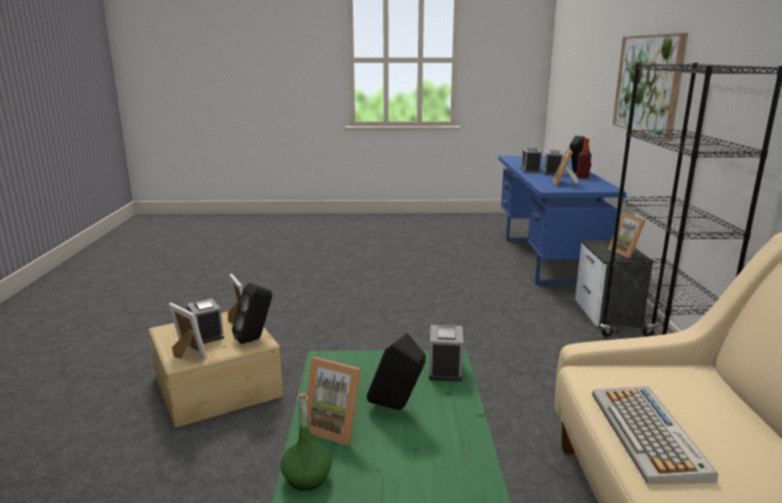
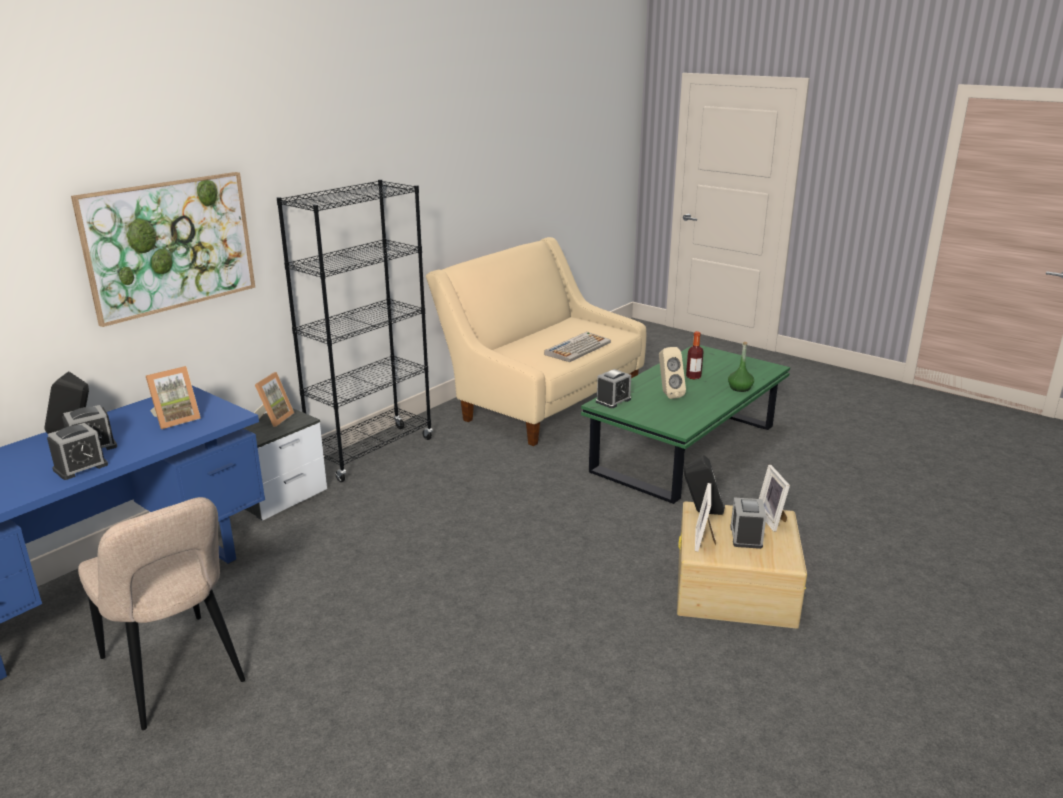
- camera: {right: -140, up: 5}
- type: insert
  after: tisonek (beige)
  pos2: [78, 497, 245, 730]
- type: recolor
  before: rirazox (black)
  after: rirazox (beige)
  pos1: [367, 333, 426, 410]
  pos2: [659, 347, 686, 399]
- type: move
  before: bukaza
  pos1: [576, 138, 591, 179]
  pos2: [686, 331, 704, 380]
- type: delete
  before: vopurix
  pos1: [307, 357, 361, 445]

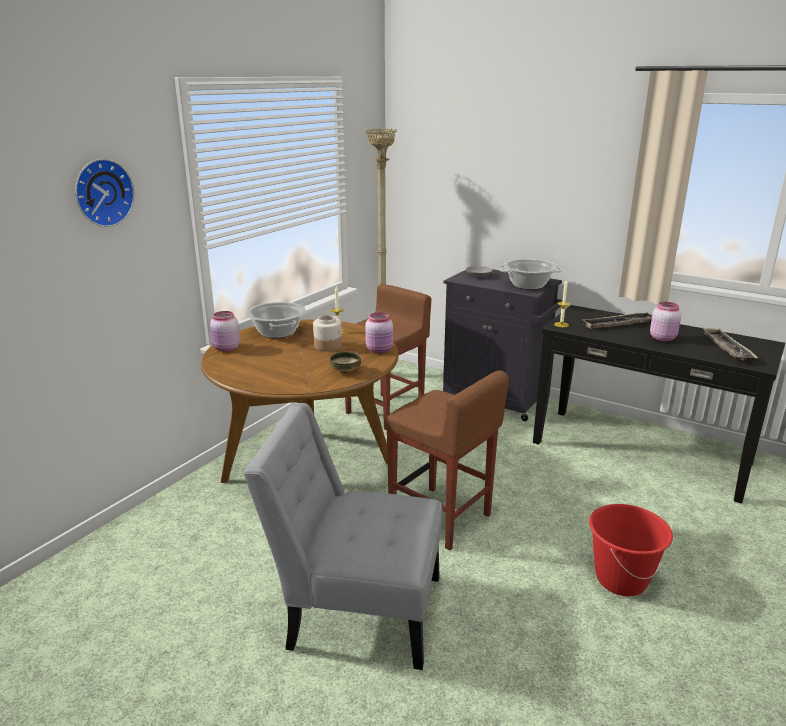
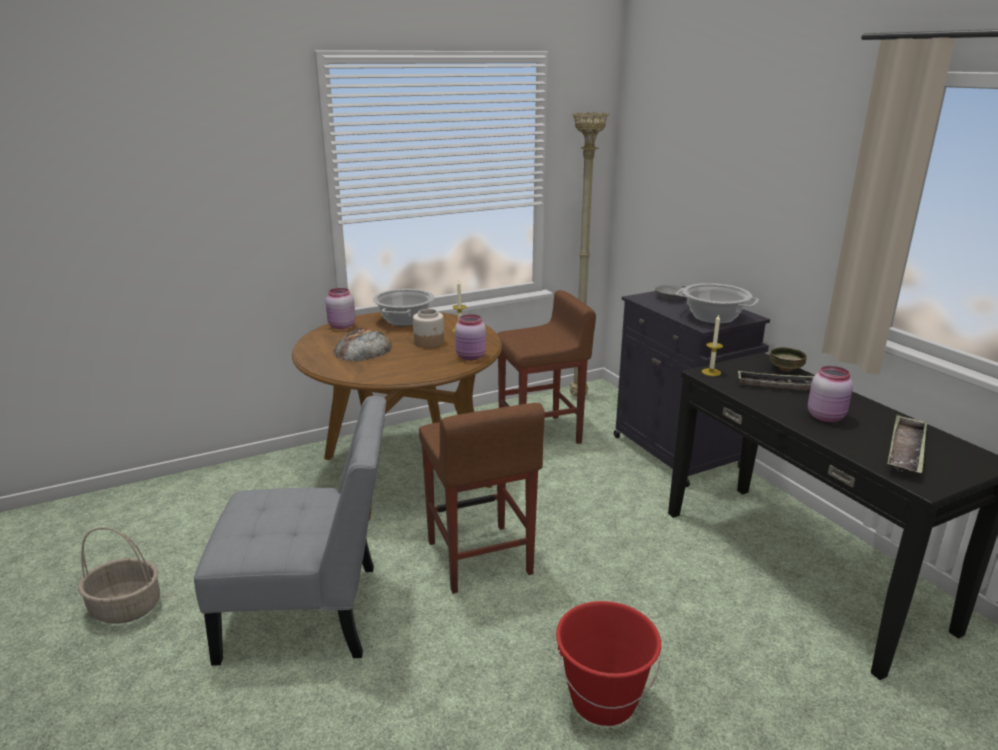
- camera: {right: 30, up: 0}
- type: insert
  after: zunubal
  pos2: [78, 527, 160, 624]
- type: rotate
  before: tisonek (grey)
  pos1: [243, 403, 442, 670]
  pos2: [194, 396, 386, 666]
  turn: 135
- type: insert
  after: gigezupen
  pos2: [334, 328, 392, 361]
- type: move
  before: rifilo
  pos1: [330, 351, 361, 373]
  pos2: [769, 347, 807, 371]
- type: delete
  before: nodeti
  pos1: [75, 159, 135, 227]

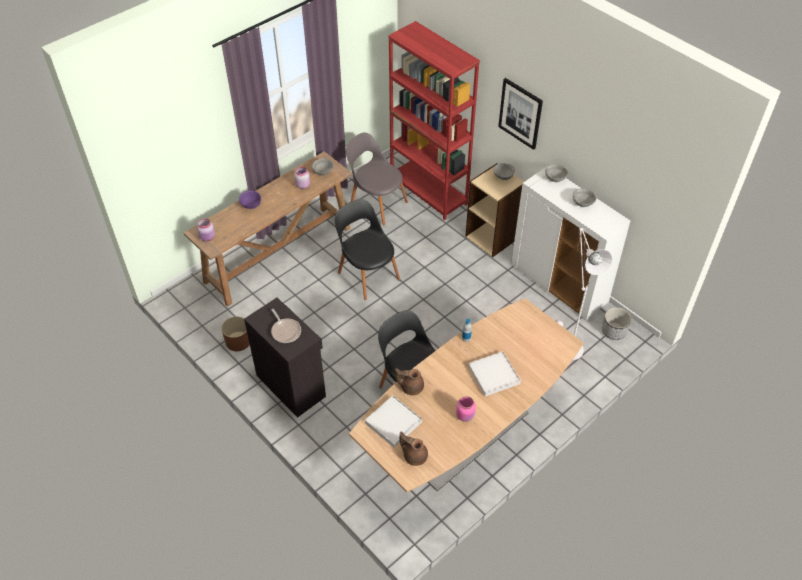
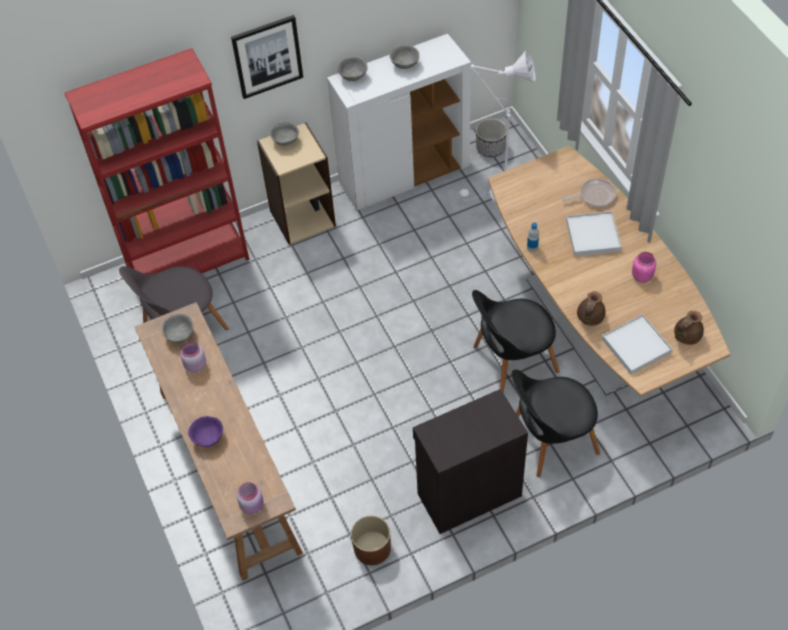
- camera: {right: -70, up: 5}
- type: move
  before: tisonek (black)
  pos1: [335, 199, 401, 300]
  pos2: [512, 369, 600, 477]
- type: move
  before: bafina
  pos1: [271, 309, 301, 343]
  pos2: [562, 179, 616, 207]

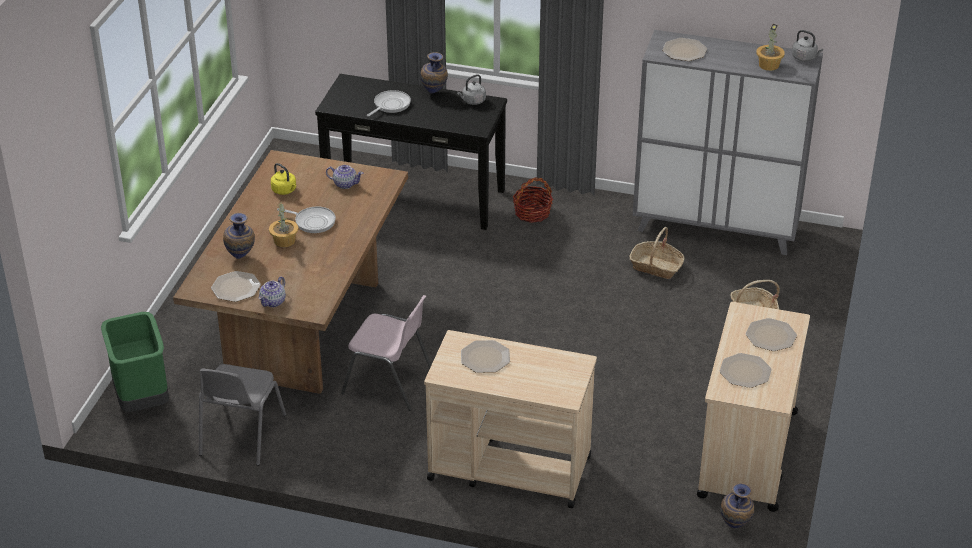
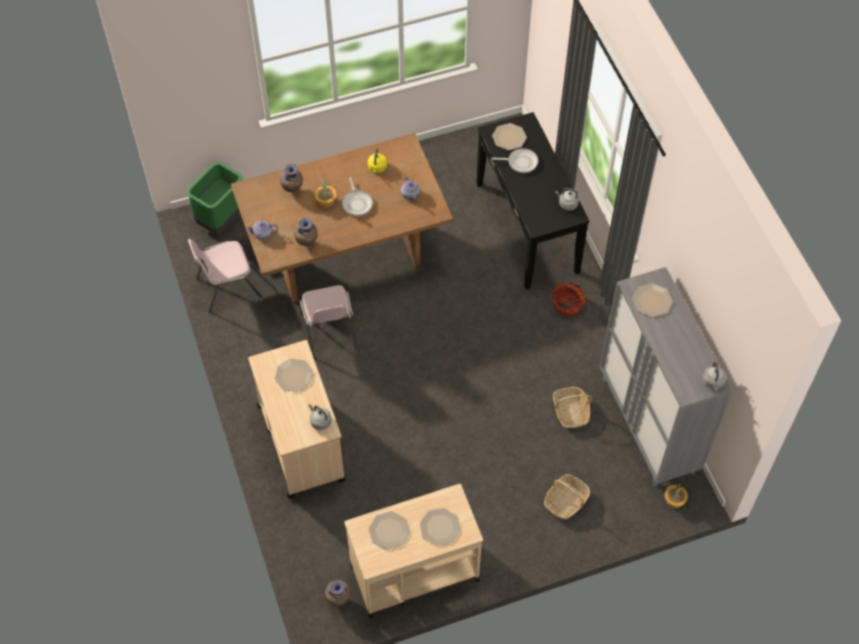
- camera: {right: 55, up: 20}
- type: recolor
  before: tisonek (grey)
  after: tisonek (pink)
  pos1: [199, 364, 286, 466]
  pos2: [188, 239, 262, 313]
- type: move
  before: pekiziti
  pos1: [420, 52, 448, 94]
  pos2: [294, 218, 318, 246]
- type: insert
  after: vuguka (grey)
  pos2: [309, 404, 332, 430]
- type: move
  before: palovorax
  pos1: [211, 271, 261, 302]
  pos2: [492, 123, 527, 150]
- type: move
  before: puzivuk
  pos1: [756, 24, 785, 71]
  pos2: [664, 483, 688, 508]

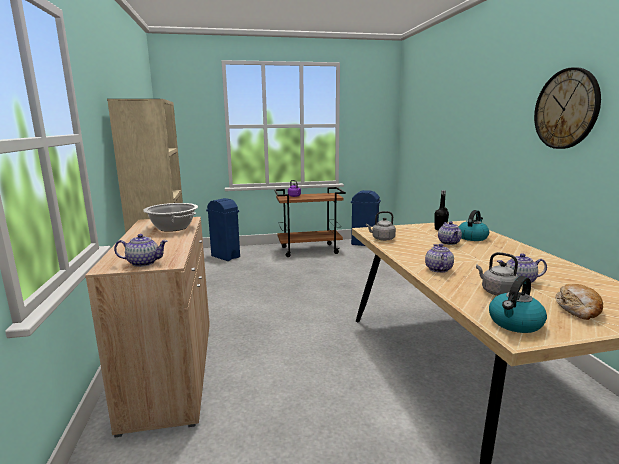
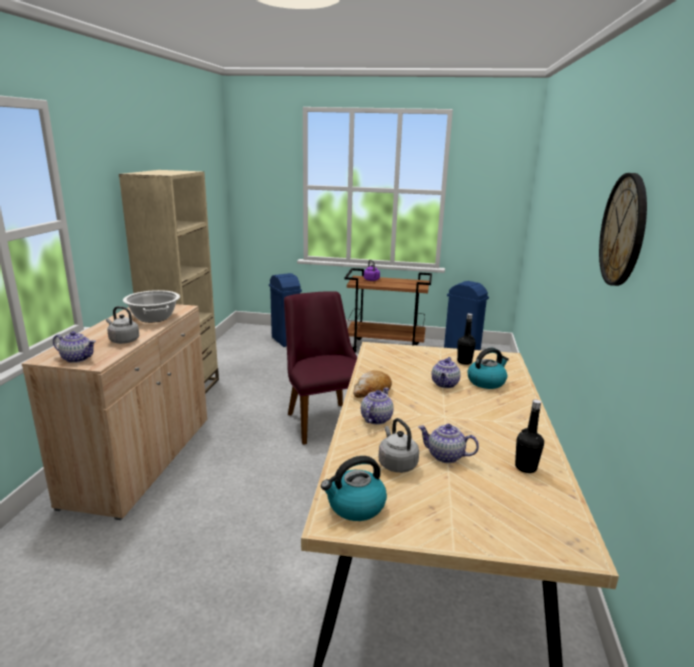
- camera: {right: 20, up: 5}
- type: move
  before: vuguka (grey)
  pos1: [366, 211, 396, 241]
  pos2: [106, 306, 139, 344]
- type: insert
  after: tisonek (purple)
  pos2: [284, 291, 358, 445]
- type: move
  before: gigezupen
  pos1: [555, 284, 603, 320]
  pos2: [353, 370, 392, 398]
- type: insert
  after: bukaza (black)
  pos2: [515, 399, 544, 473]

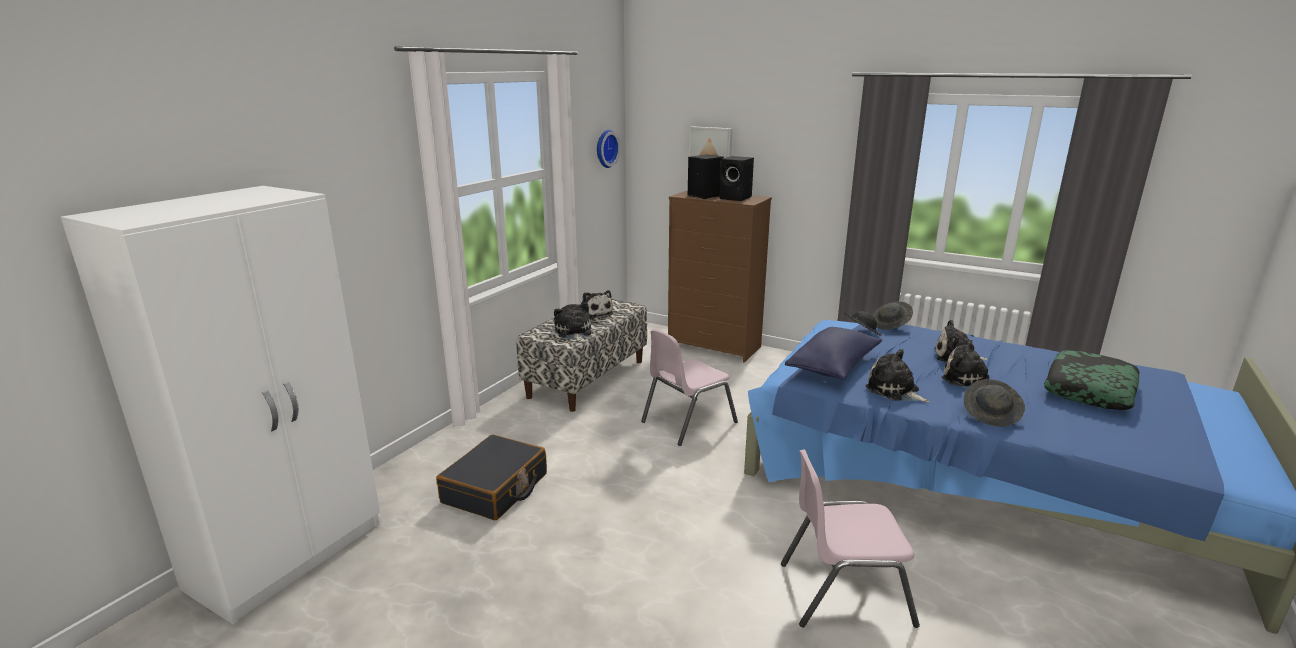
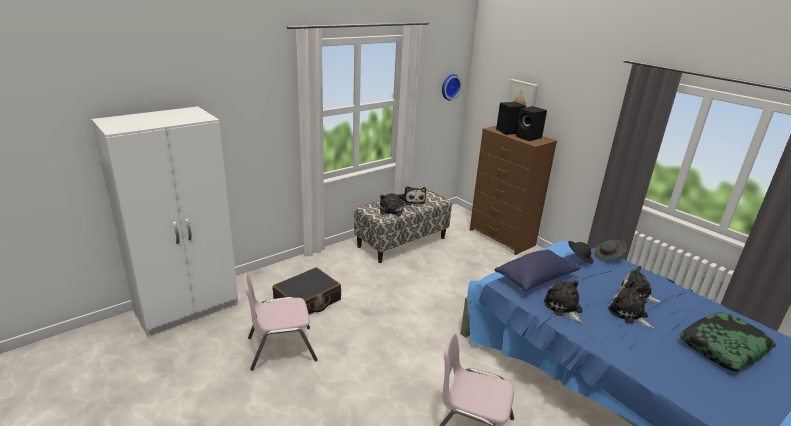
- camera: {right: 20, up: 5}
- type: move
  before: tisonek (pink)
  pos1: [641, 329, 738, 446]
  pos2: [244, 273, 318, 371]
- type: delete
  before: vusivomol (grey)
  pos1: [964, 379, 1025, 427]

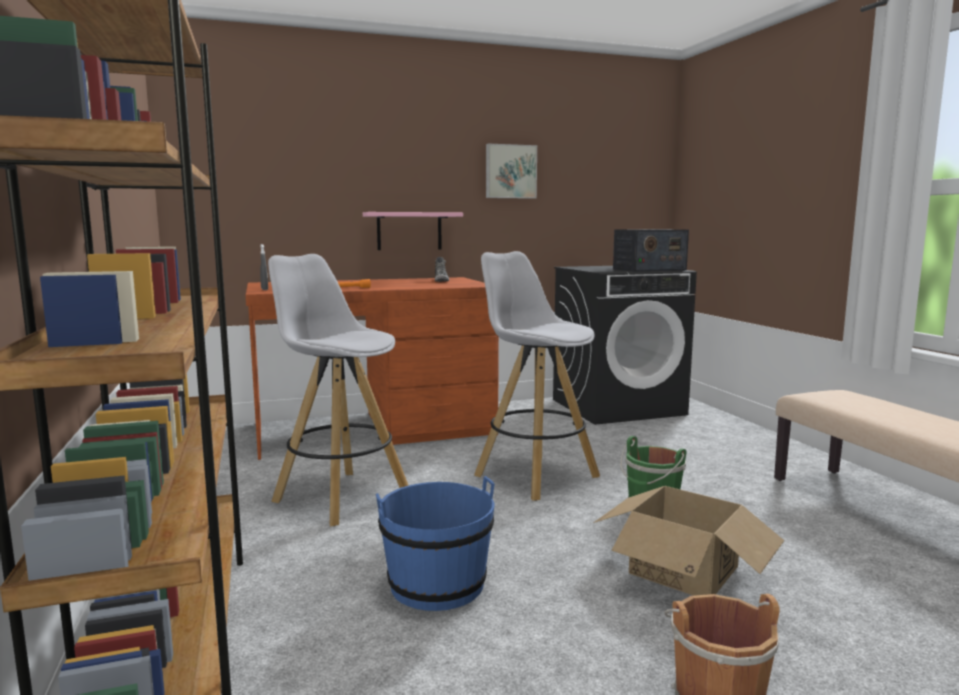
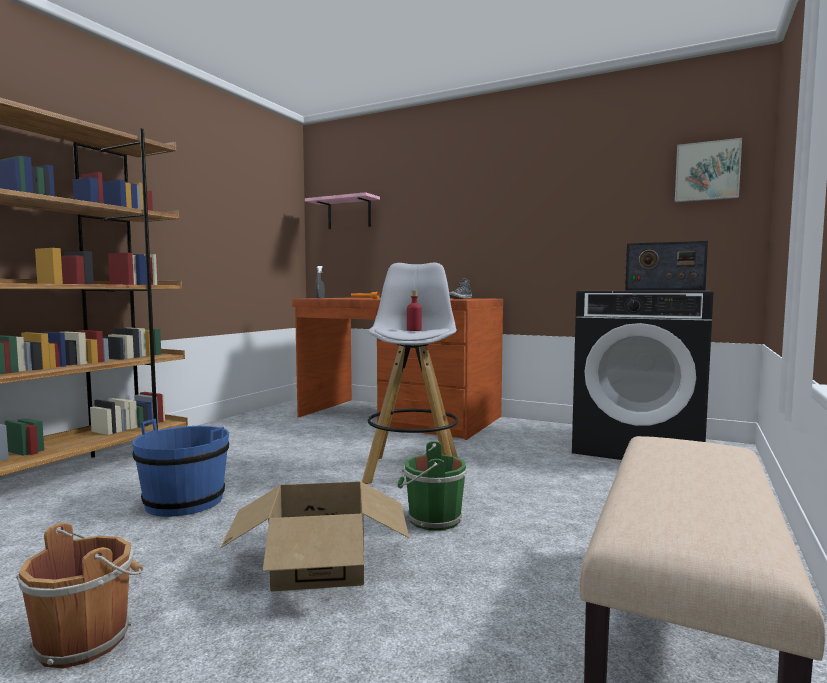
- camera: {right: 45, up: -5}
- type: move
  before: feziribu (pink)
  pos1: [363, 212, 463, 250]
  pos2: [305, 192, 380, 229]
- type: insert
  after: bukaza (red)
  pos2: [407, 291, 422, 331]
- type: move
  before: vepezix
  pos1: [486, 143, 537, 199]
  pos2: [675, 138, 742, 202]
- type: delete
  before: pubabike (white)
  pos1: [268, 254, 409, 526]

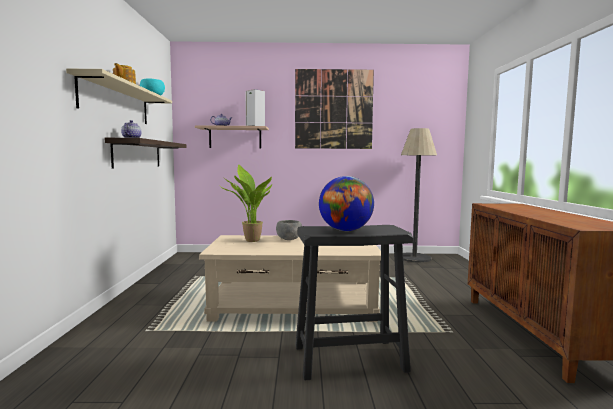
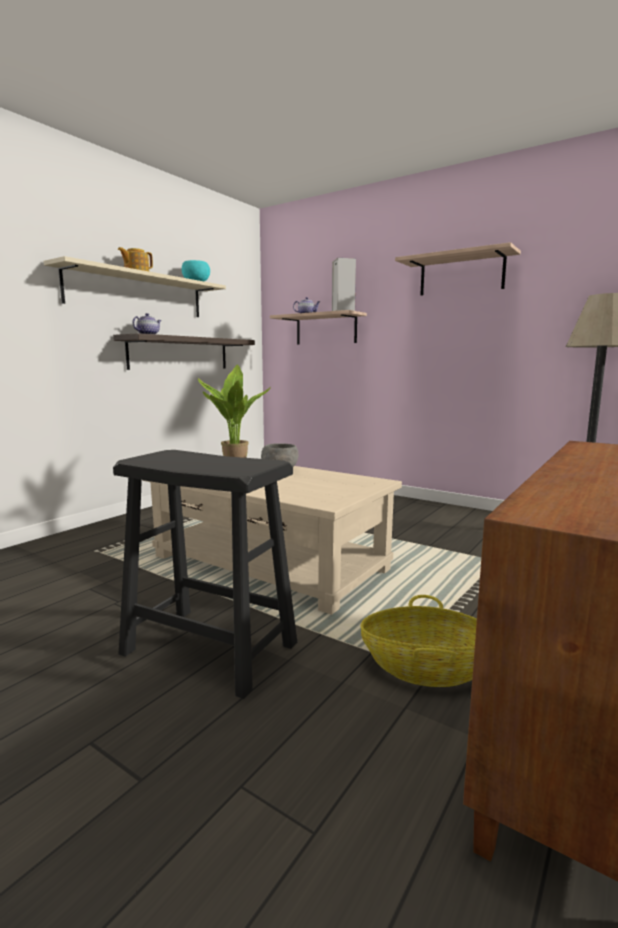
- camera: {right: 35, up: 5}
- type: insert
  after: zunubal
  pos2: [360, 595, 477, 687]
- type: replace
  before: vepezix
  after: feziribu
  pos1: [295, 69, 374, 149]
  pos2: [395, 242, 521, 295]
- type: delete
  before: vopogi
  pos1: [319, 176, 374, 231]

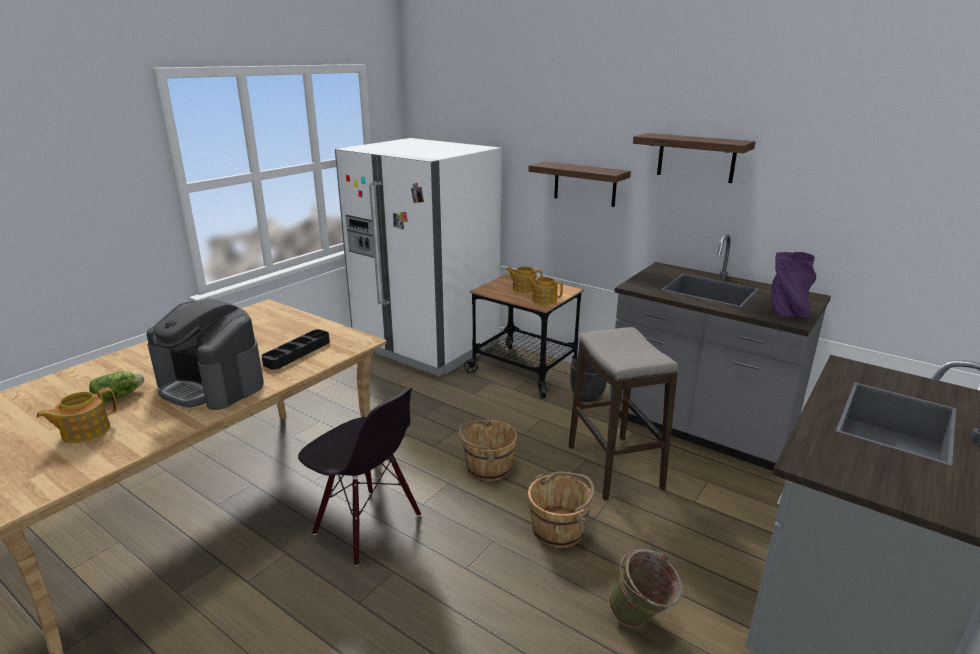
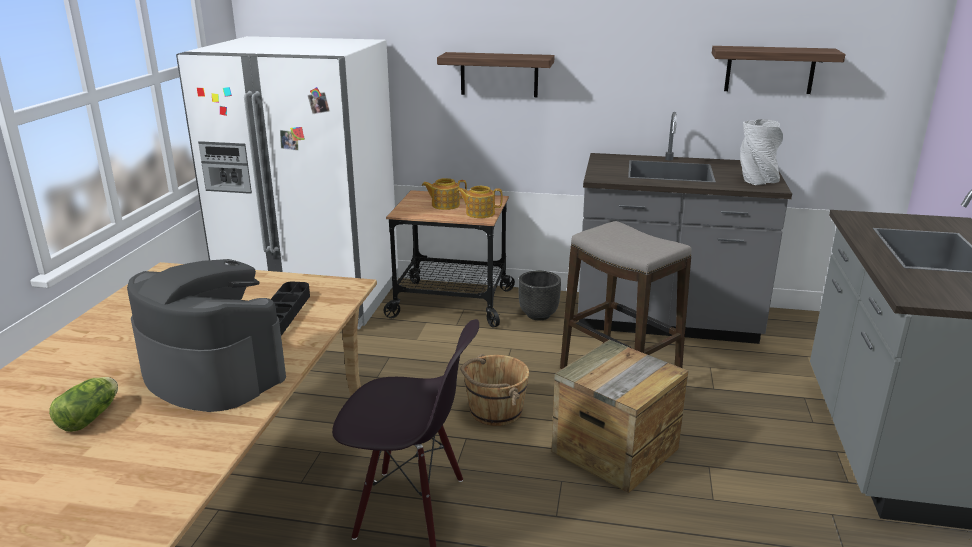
- camera: {right: -25, up: 0}
- type: rotate
  before: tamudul
  pos1: [147, 298, 264, 410]
  pos2: [127, 259, 286, 412]
  turn: -150
- type: replace
  before: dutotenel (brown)
  after: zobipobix
  pos1: [528, 472, 595, 548]
  pos2: [551, 340, 688, 493]
- type: move
  before: feziribu
  pos1: [633, 133, 755, 183]
  pos2: [712, 46, 846, 94]
- type: recolor
  before: pekiziti (purple)
  after: pekiziti (grey)
  pos1: [771, 252, 816, 318]
  pos2: [740, 119, 783, 185]
- type: delete
  before: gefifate
  pos1: [36, 388, 117, 443]
- type: delete
  before: dutotenel (green)
  pos1: [608, 549, 682, 628]

